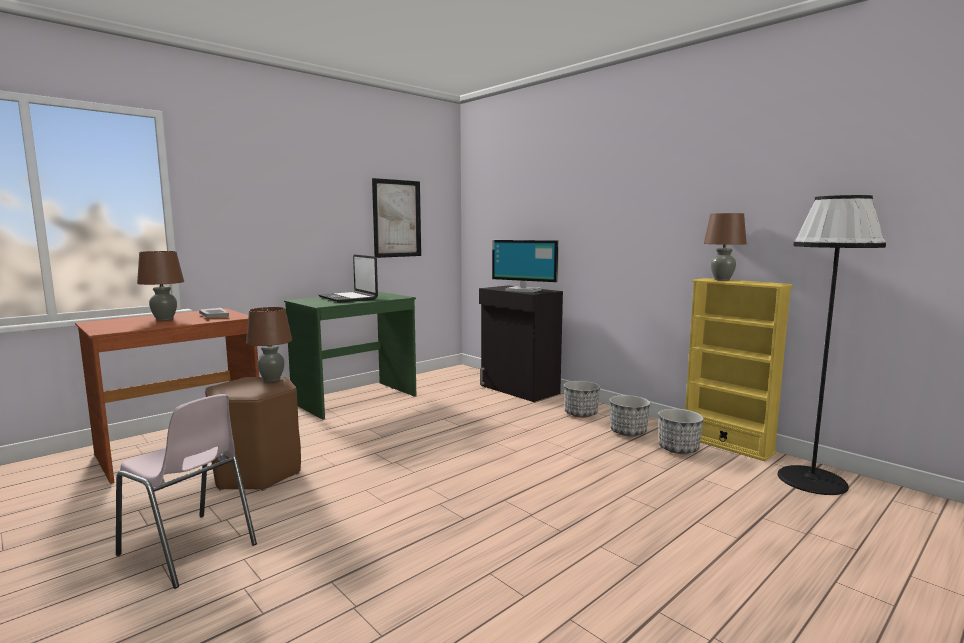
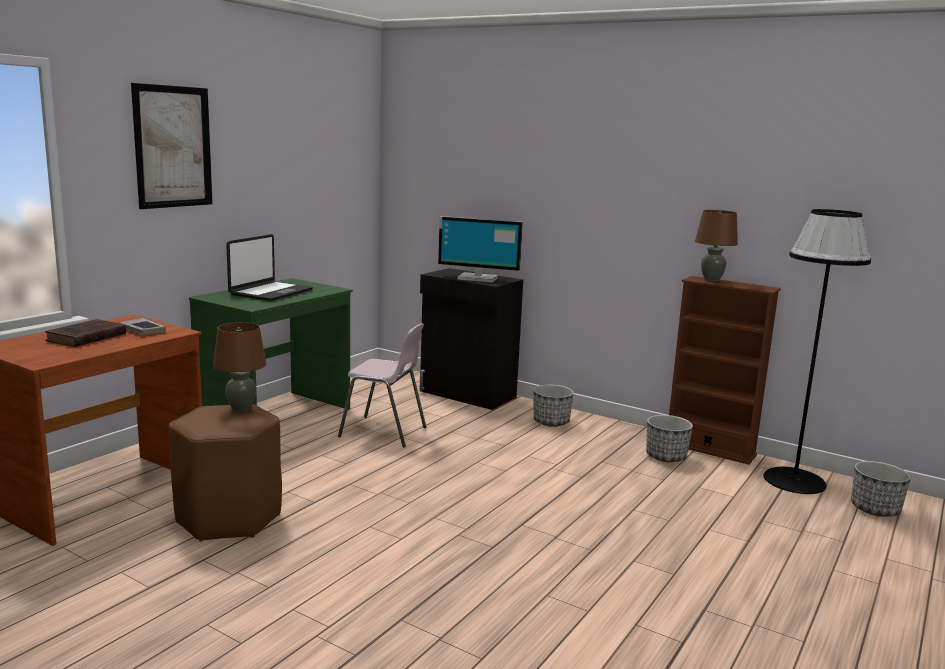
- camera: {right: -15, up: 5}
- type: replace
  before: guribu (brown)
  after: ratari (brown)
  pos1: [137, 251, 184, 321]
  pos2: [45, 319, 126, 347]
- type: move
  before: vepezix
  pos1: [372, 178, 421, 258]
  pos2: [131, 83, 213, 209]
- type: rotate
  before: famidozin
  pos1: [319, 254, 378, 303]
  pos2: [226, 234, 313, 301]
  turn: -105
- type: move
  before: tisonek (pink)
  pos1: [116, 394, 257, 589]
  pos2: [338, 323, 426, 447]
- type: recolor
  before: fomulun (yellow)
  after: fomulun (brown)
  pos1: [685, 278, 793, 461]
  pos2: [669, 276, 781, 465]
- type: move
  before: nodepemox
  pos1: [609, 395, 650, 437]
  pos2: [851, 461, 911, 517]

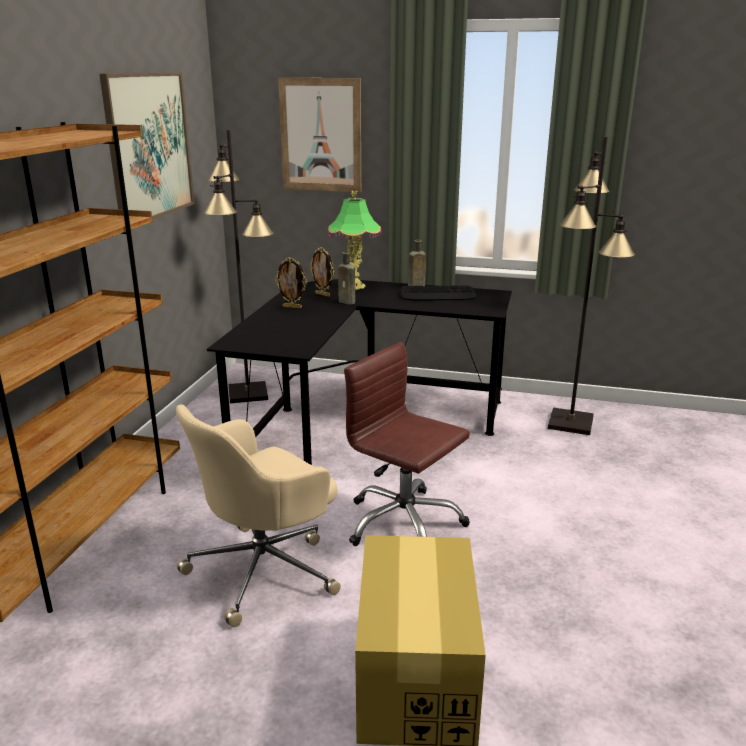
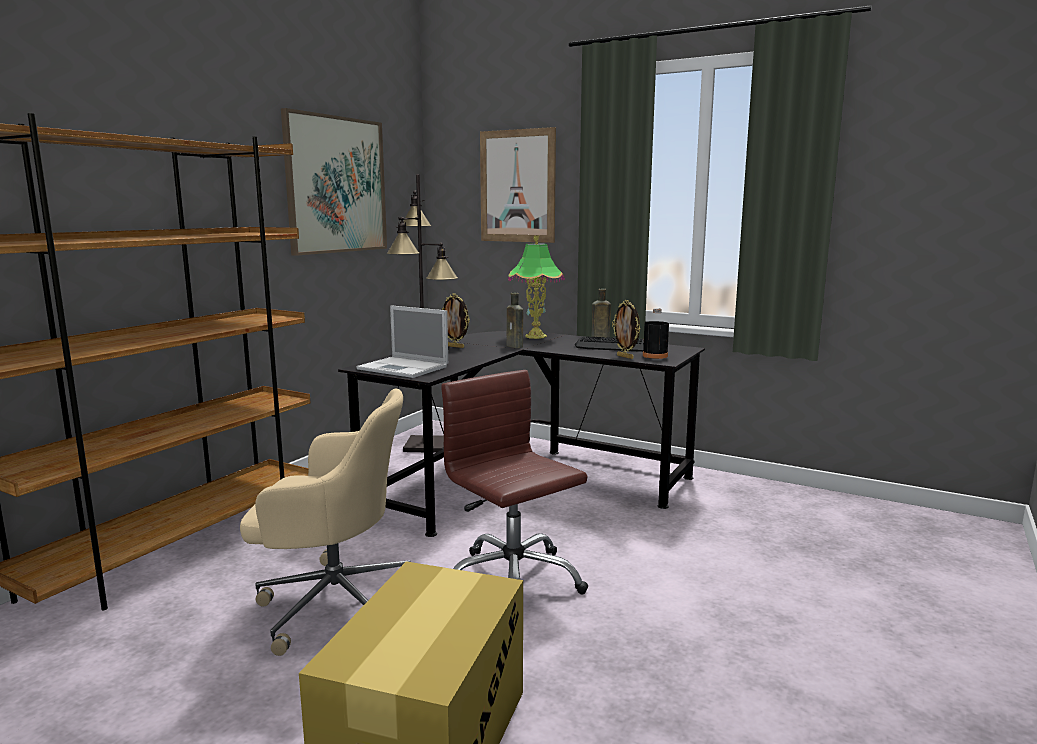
- camera: {right: 15, up: -10}
- type: rotate
  before: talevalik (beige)
  pos1: [176, 404, 341, 627]
  pos2: [240, 389, 411, 656]
  turn: -150
- type: insert
  after: famidozin
  pos2: [356, 305, 448, 378]
- type: move
  before: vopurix
  pos1: [310, 247, 334, 297]
  pos2: [612, 300, 640, 359]
- type: insert
  after: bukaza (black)
  pos2: [643, 308, 669, 359]
- type: delete
  before: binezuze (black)
  pos1: [548, 136, 635, 435]

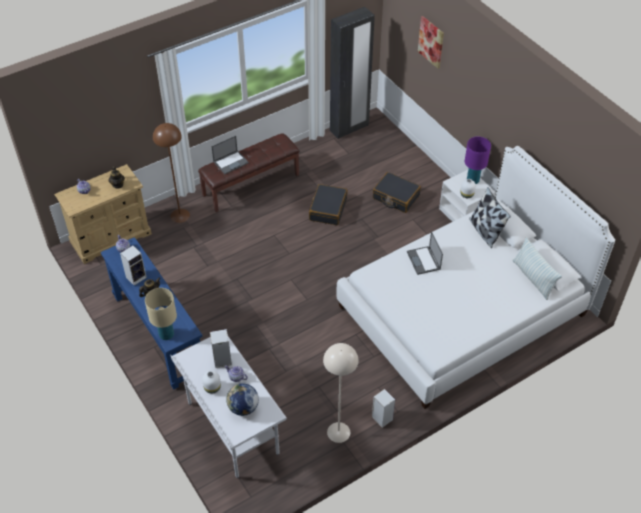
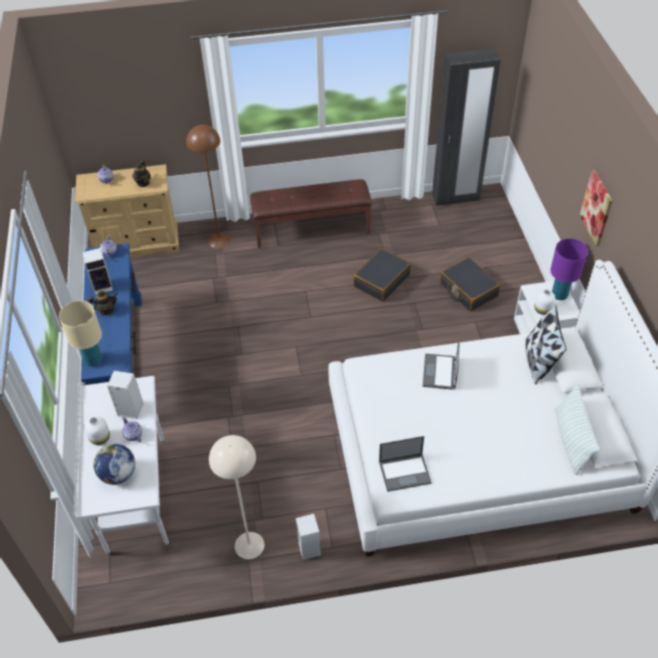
- camera: {right: 25, up: 0}
- type: move
  before: famidozin
  pos1: [212, 136, 249, 174]
  pos2: [379, 436, 432, 492]
- type: move
  before: vepezix
  pos1: [418, 16, 444, 69]
  pos2: [580, 170, 613, 246]

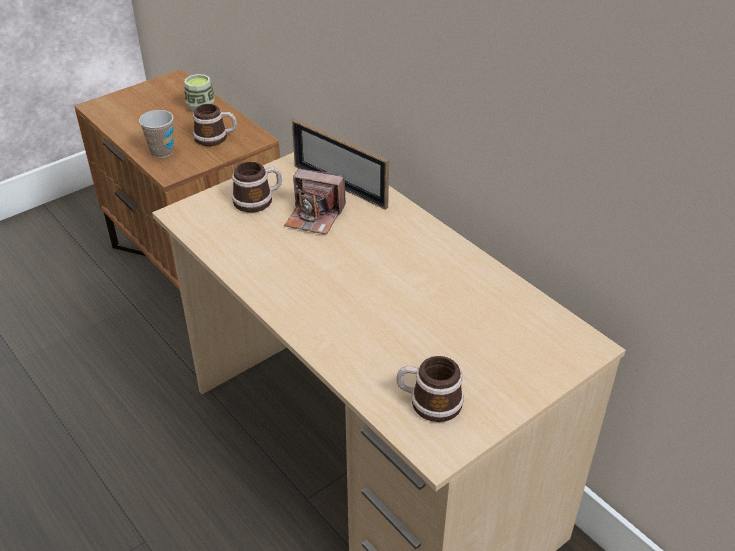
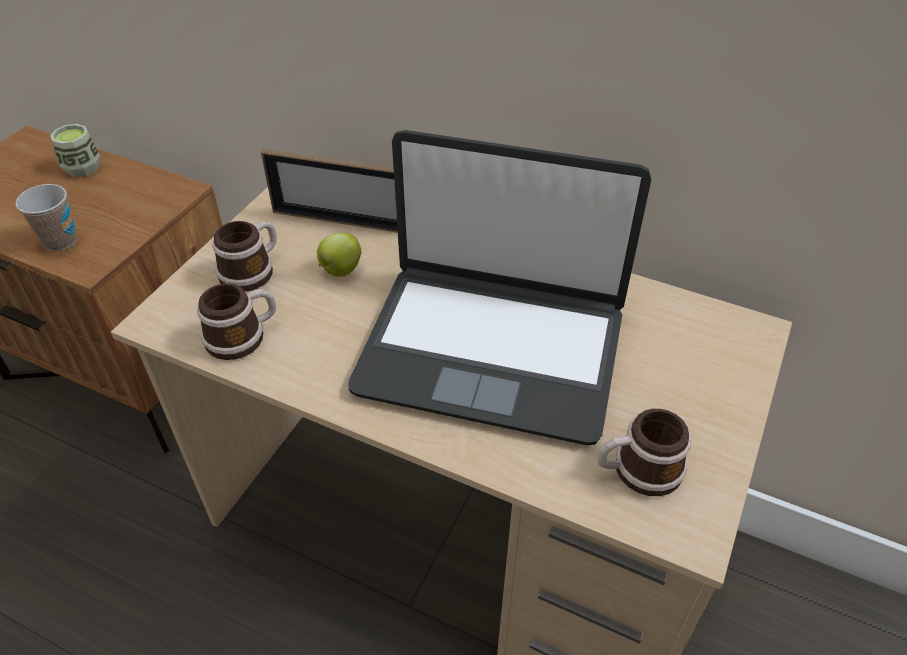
- camera: {right: -25, up: 5}
- type: move
  before: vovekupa
  pos1: [193, 104, 237, 146]
  pos2: [197, 284, 276, 360]
- type: replace
  before: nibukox
  after: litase
  pos1: [284, 169, 346, 235]
  pos2: [317, 233, 361, 277]
- type: insert
  after: famidozin
  pos2: [348, 130, 651, 445]

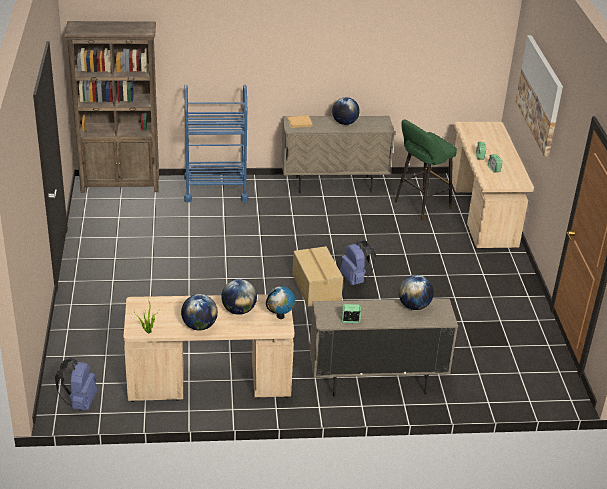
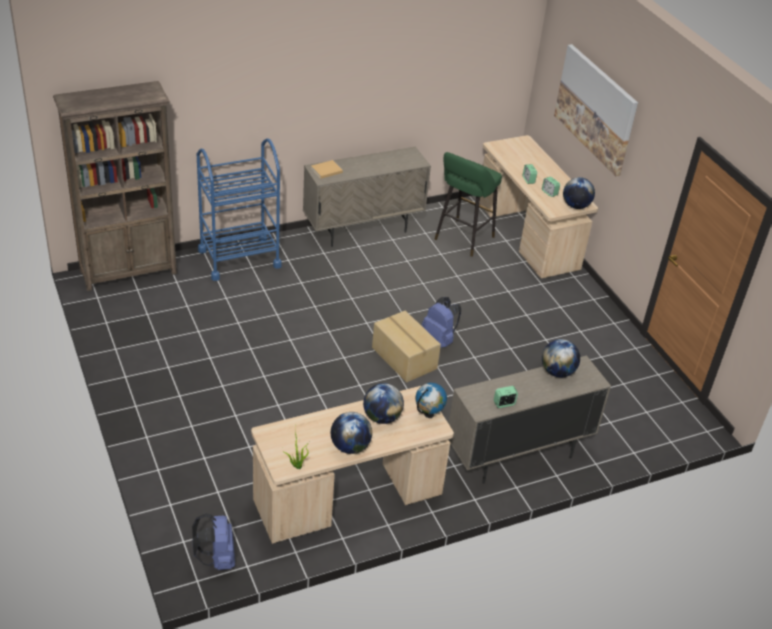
- camera: {right: -20, up: 5}
- type: move
  before: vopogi
  pos1: [332, 97, 360, 125]
  pos2: [563, 177, 595, 209]

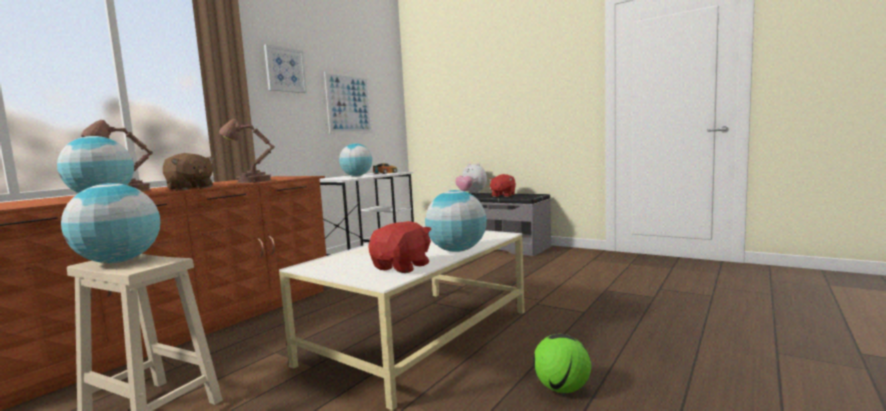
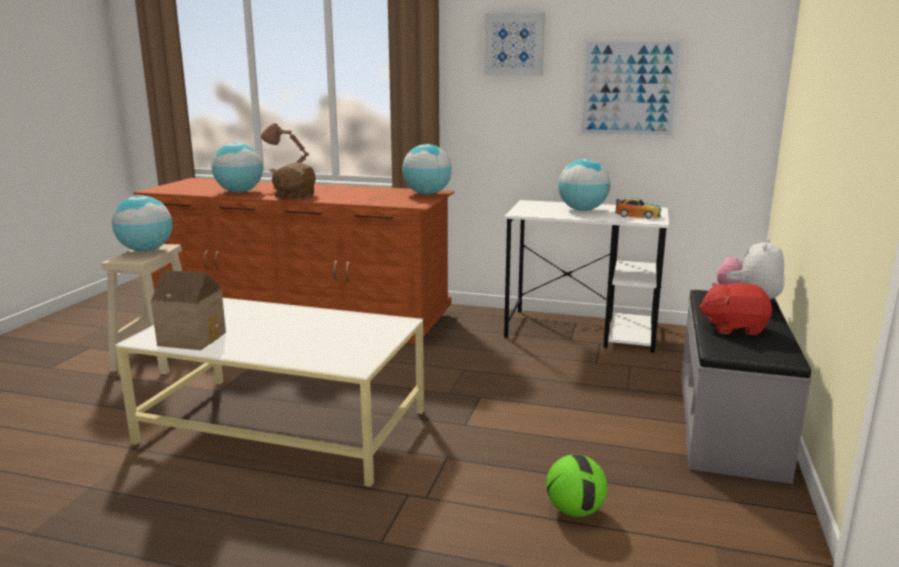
- camera: {right: 70, up: 10}
- type: replace
  before: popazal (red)
  after: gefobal
  pos1: [368, 221, 432, 273]
  pos2: [151, 270, 226, 350]
- type: move
  before: vopogi
  pos1: [425, 190, 487, 252]
  pos2: [402, 144, 452, 195]
- type: move
  before: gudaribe
  pos1: [533, 334, 591, 393]
  pos2: [546, 454, 607, 517]
- type: delete
  before: guribu (brown)
  pos1: [219, 119, 275, 183]

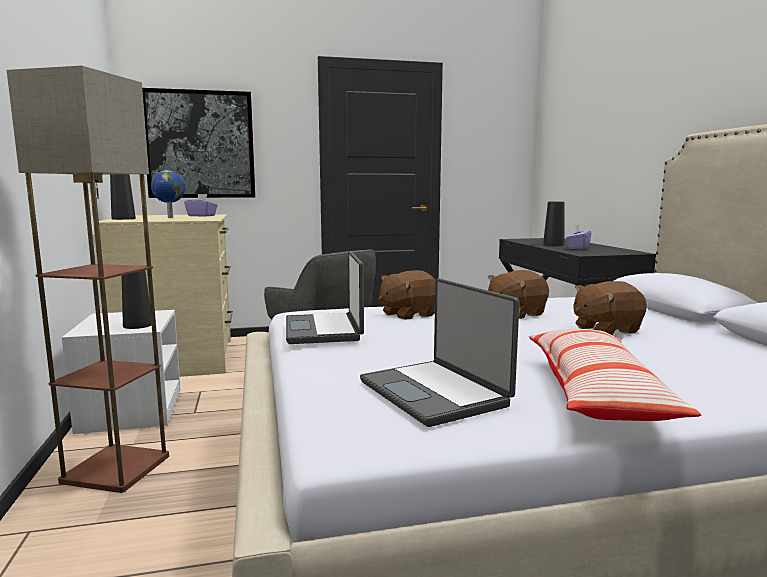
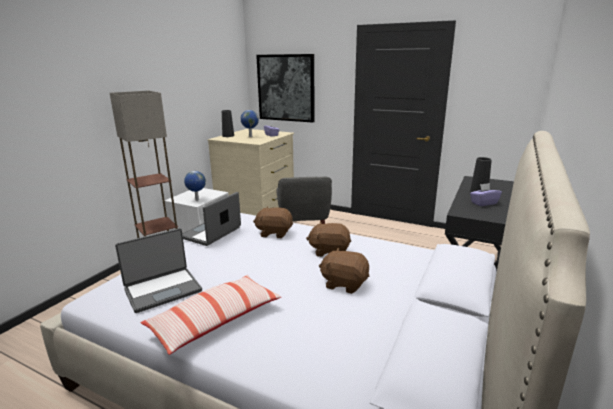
- camera: {right: 40, up: 10}
- type: rotate
  before: famidozin
  pos1: [360, 278, 520, 427]
  pos2: [115, 228, 202, 313]
  turn: -135
- type: replace
  before: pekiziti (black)
  after: vopogi
  pos1: [121, 270, 152, 329]
  pos2: [184, 171, 206, 201]

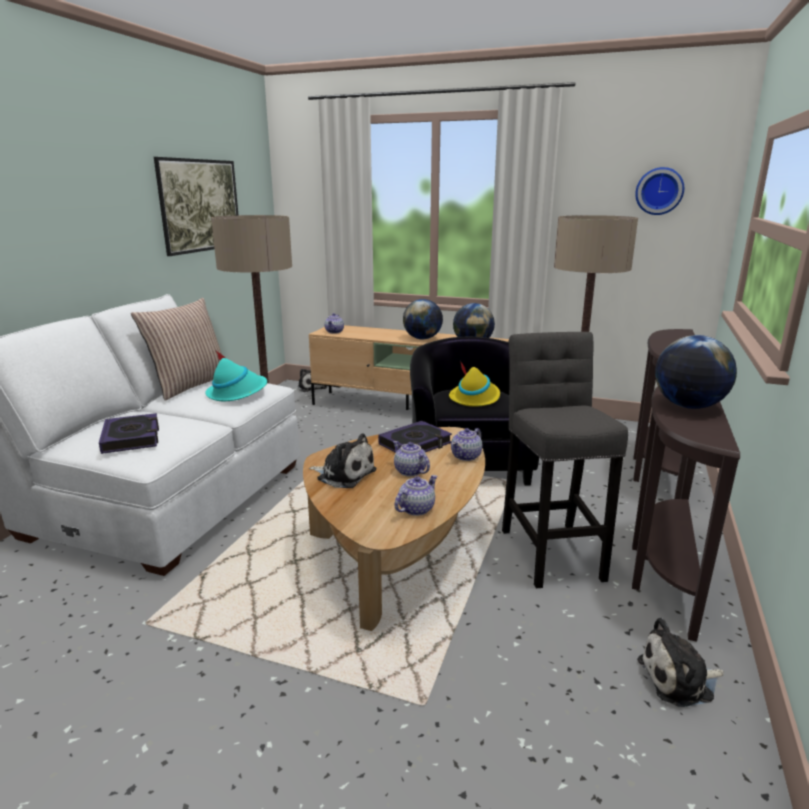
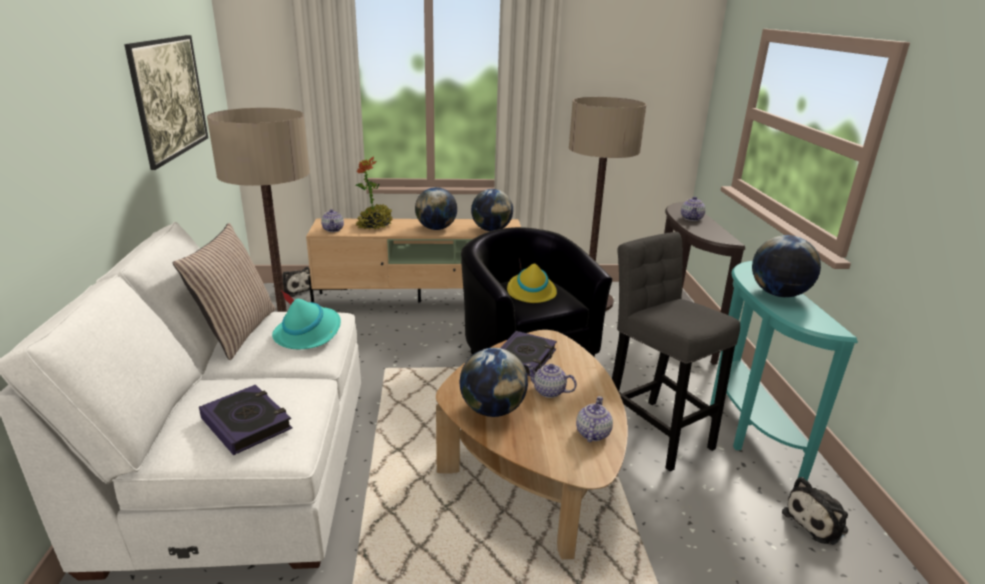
- camera: {right: -25, up: 5}
- type: insert
  after: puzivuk
  pos2: [356, 156, 393, 230]
- type: replace
  before: popazal
  after: vopogi
  pos1: [309, 433, 376, 488]
  pos2: [459, 348, 528, 417]
- type: move
  before: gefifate
  pos1: [451, 428, 482, 461]
  pos2: [681, 197, 706, 221]
- type: recolor
  before: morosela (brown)
  after: morosela (turquoise)
  pos1: [632, 386, 740, 642]
  pos2: [710, 261, 858, 481]
- type: delete
  before: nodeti
  pos1: [635, 167, 684, 215]

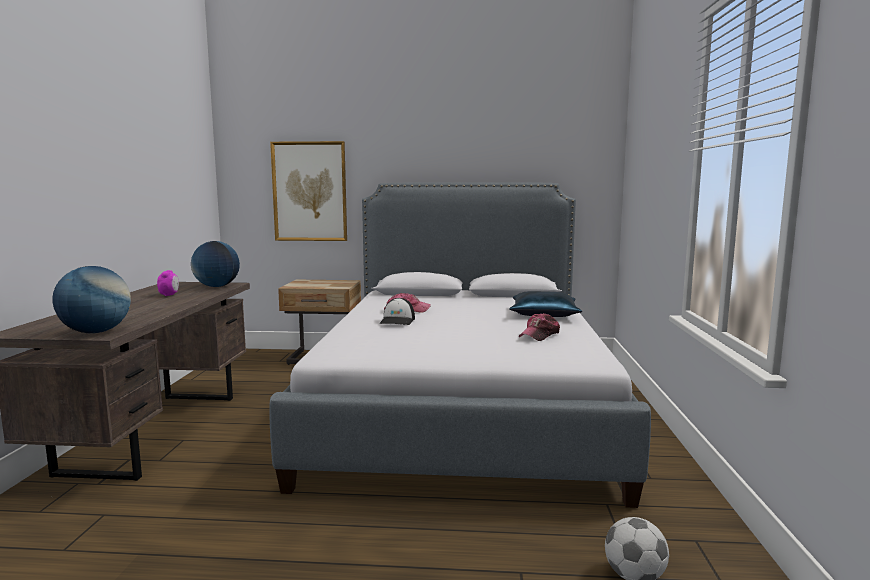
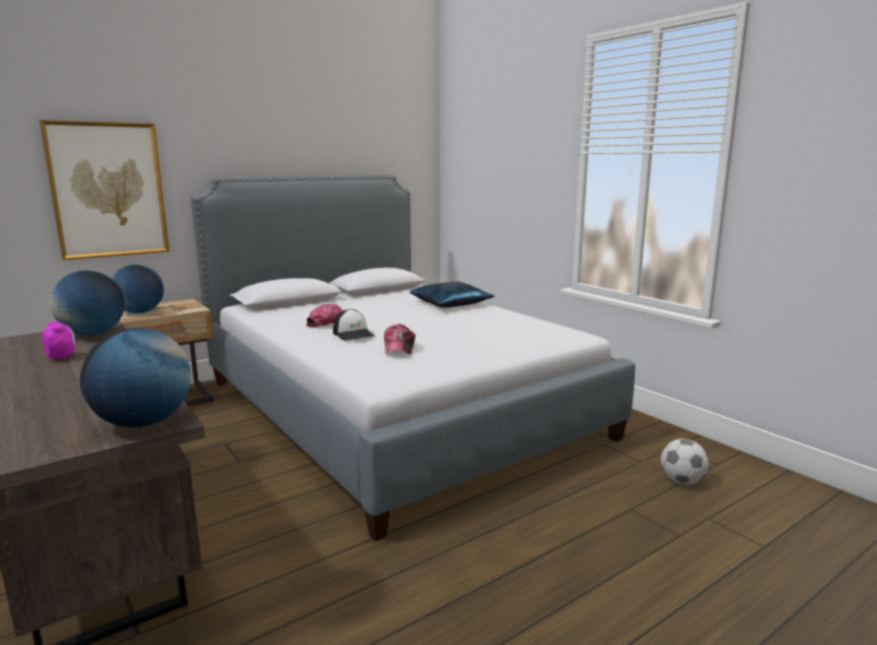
- camera: {right: -40, up: 5}
- type: insert
  after: vopogi
  pos2: [112, 264, 164, 313]
- type: move
  before: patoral
  pos1: [519, 313, 560, 341]
  pos2: [384, 324, 415, 354]

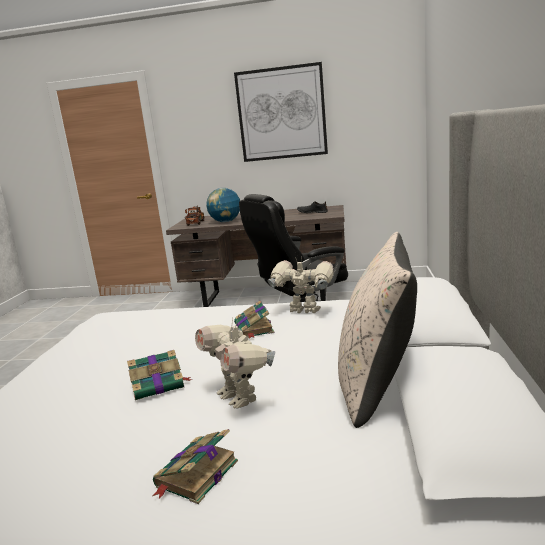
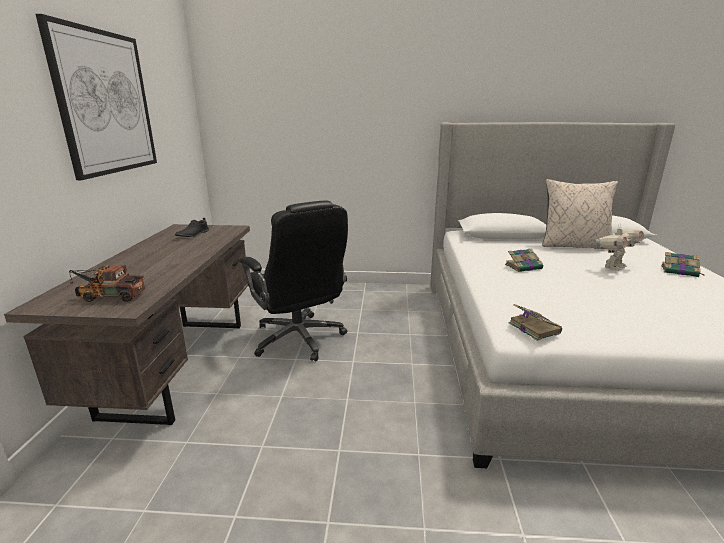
- camera: {right: -95, up: 5}
- type: move
  before: ratari
  pos1: [127, 350, 192, 400]
  pos2: [509, 304, 562, 341]
- type: delete
  before: vopogi
  pos1: [206, 188, 240, 222]
- type: delete
  before: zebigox
  pos1: [268, 257, 334, 313]

